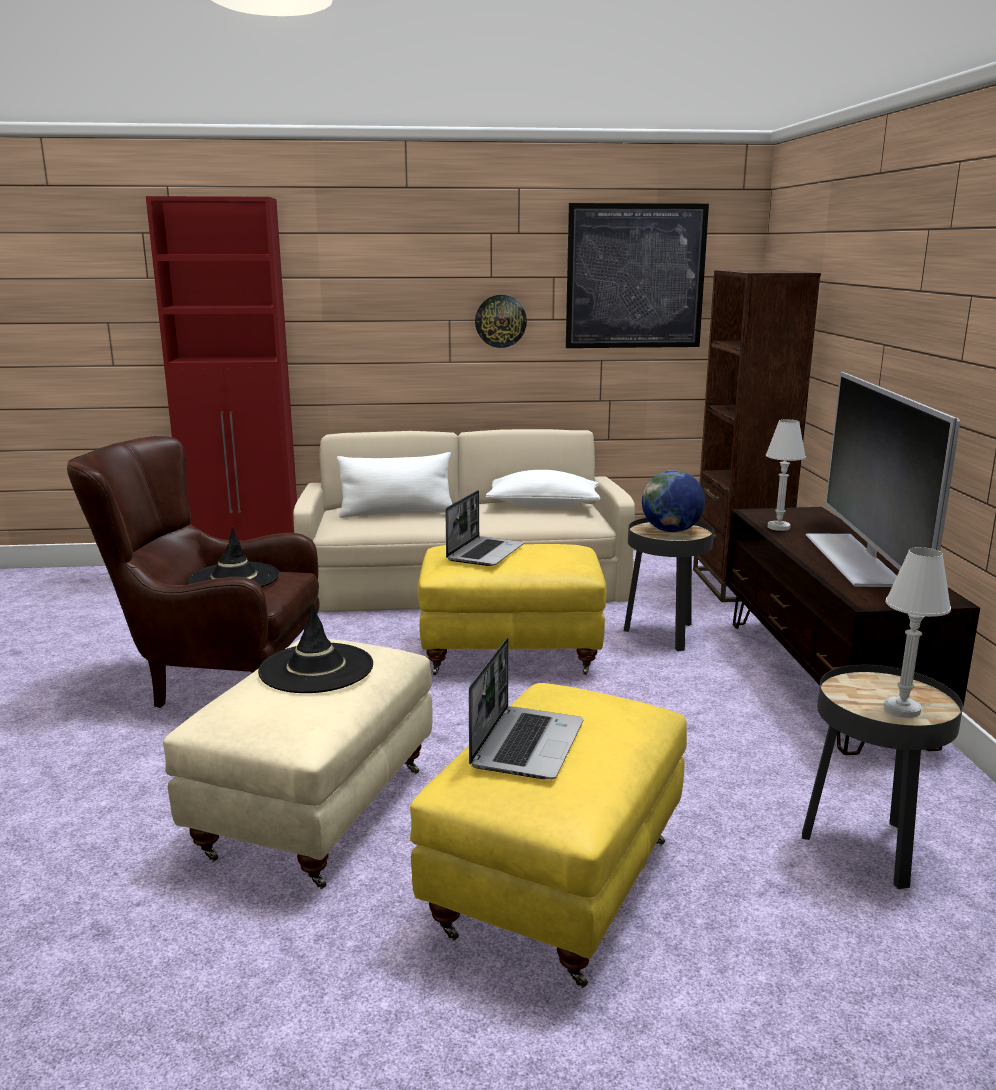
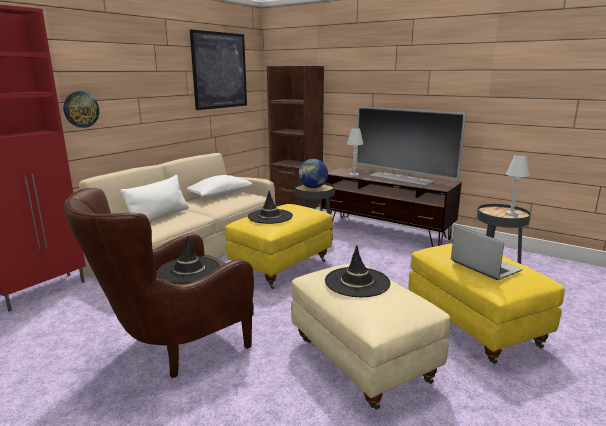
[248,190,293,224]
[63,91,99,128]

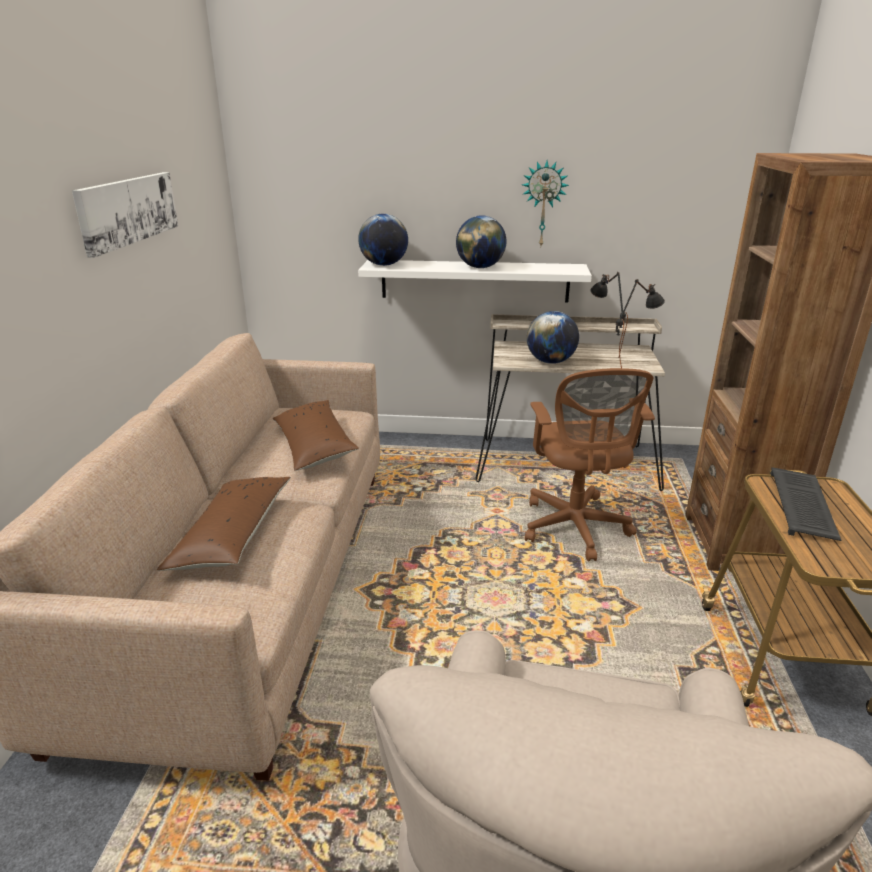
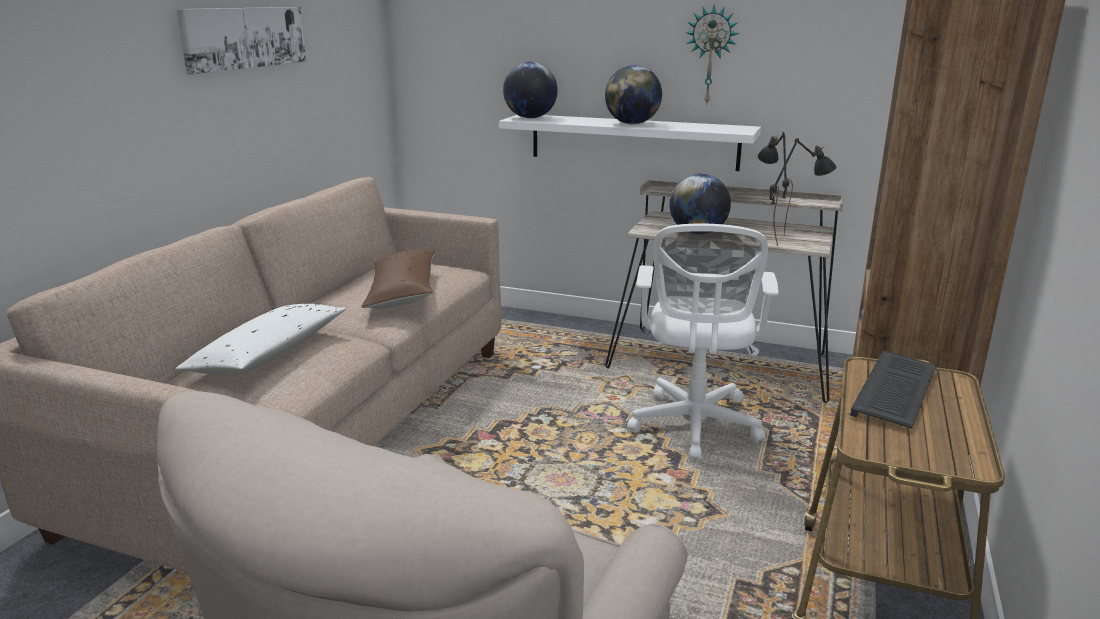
[175,304,346,374]
[627,223,779,461]

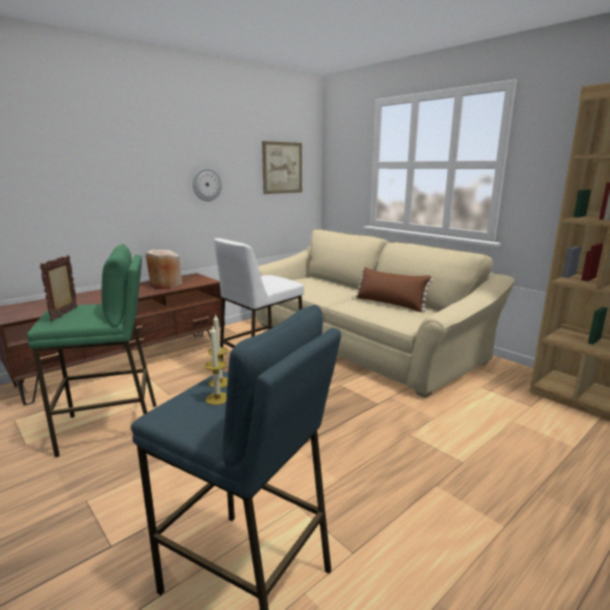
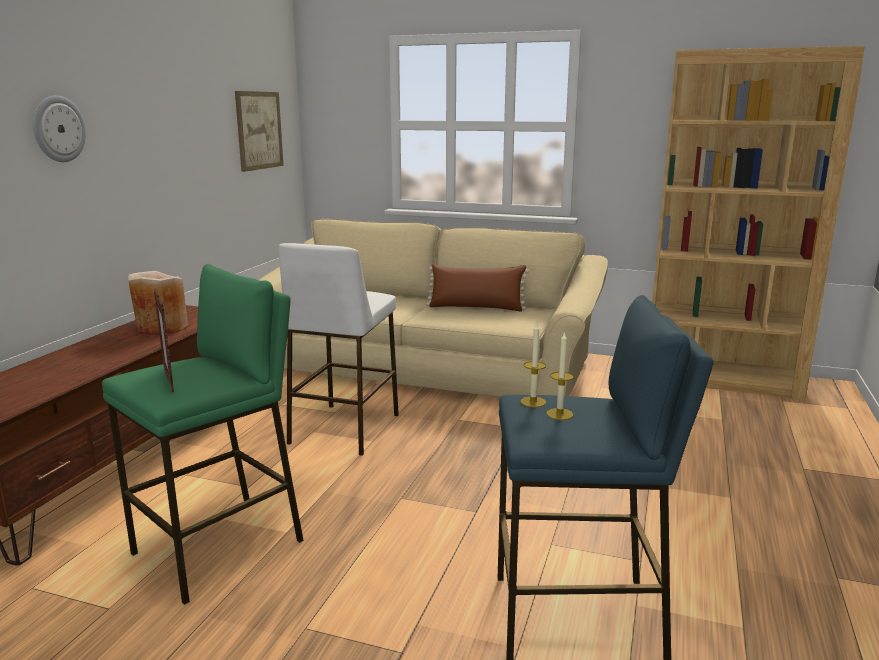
[33,95,86,162]

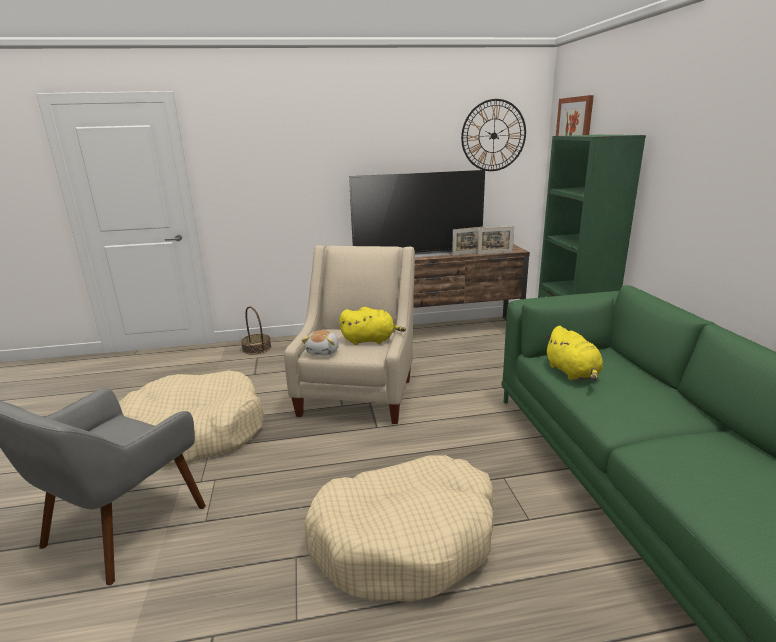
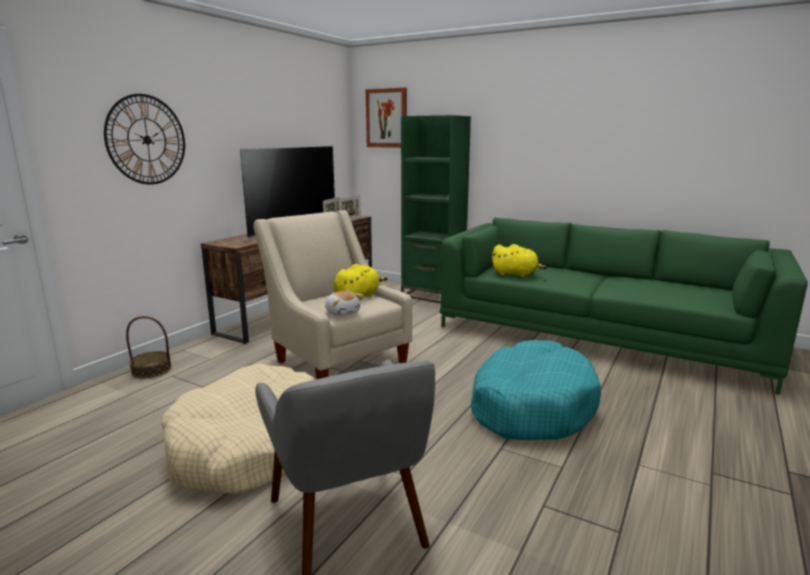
[471,340,601,440]
[104,94,185,185]

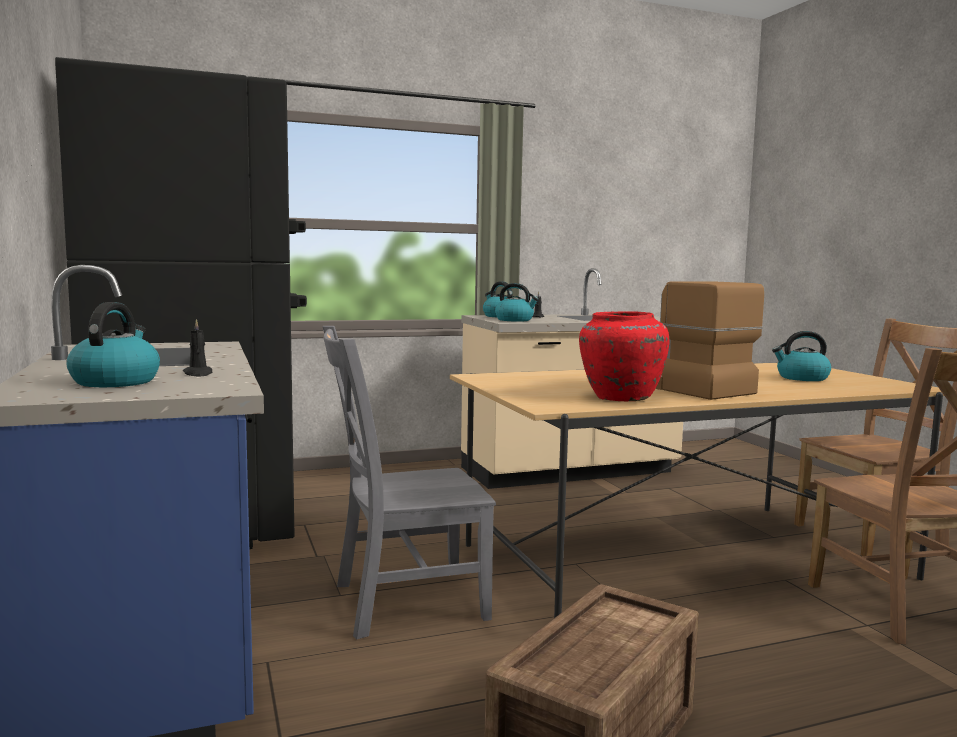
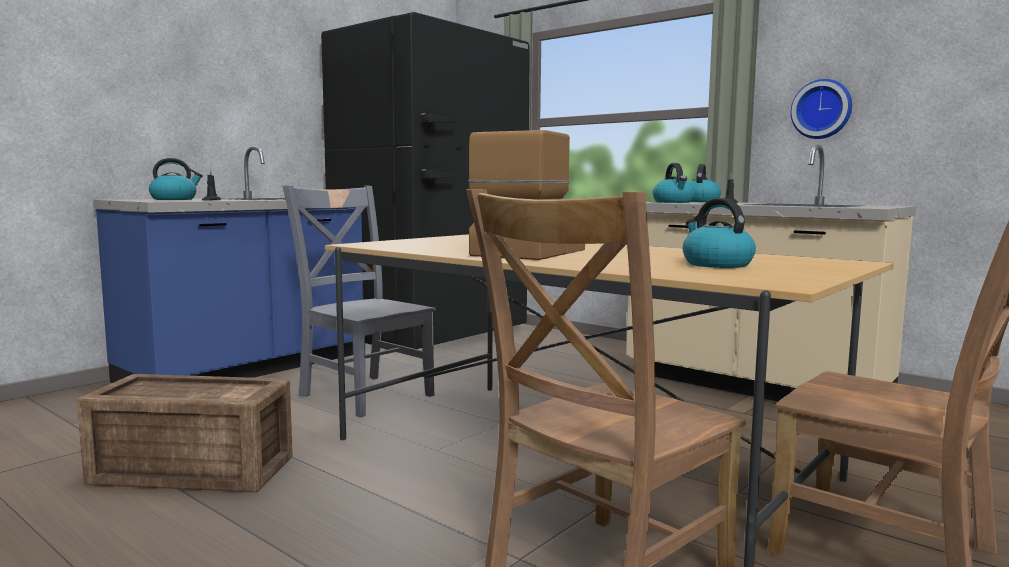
[579,311,670,401] (first image)
[790,79,852,139]

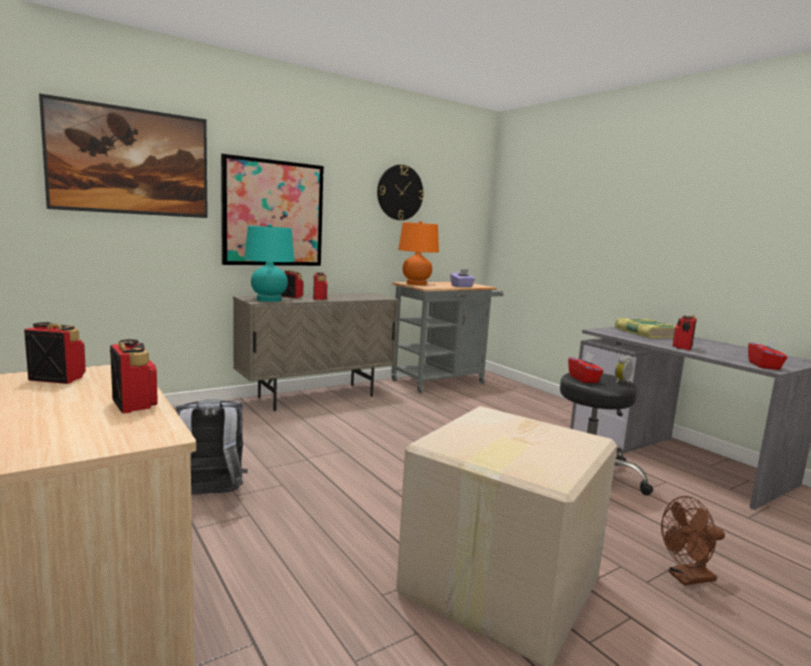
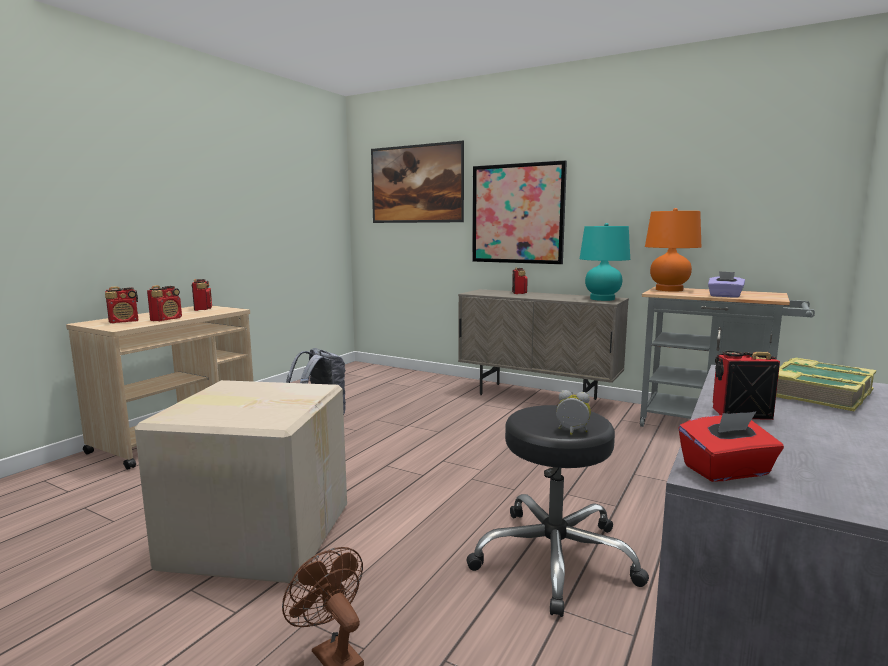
[580,223,630,301]
[105,286,139,323]
[377,165,424,220] (first image)
[568,352,604,383] (first image)

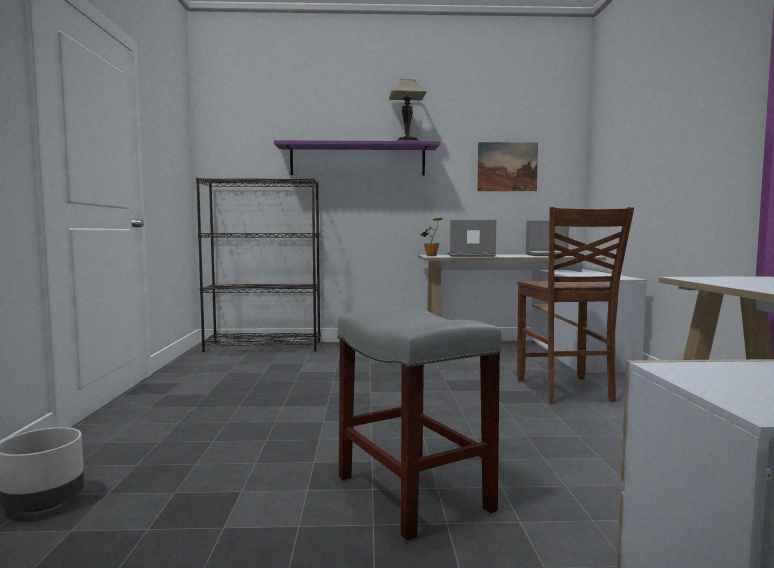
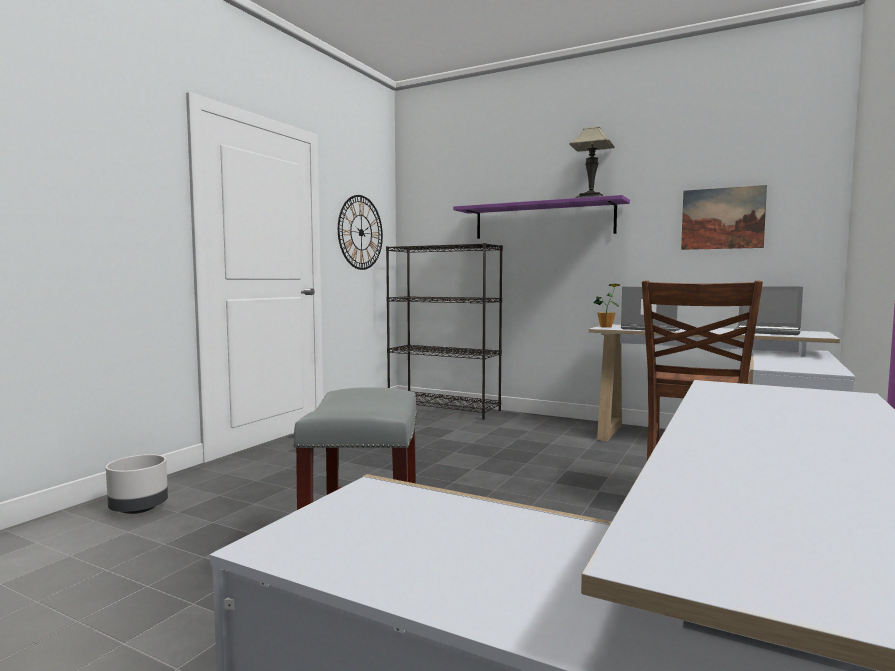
[338,195,383,270]

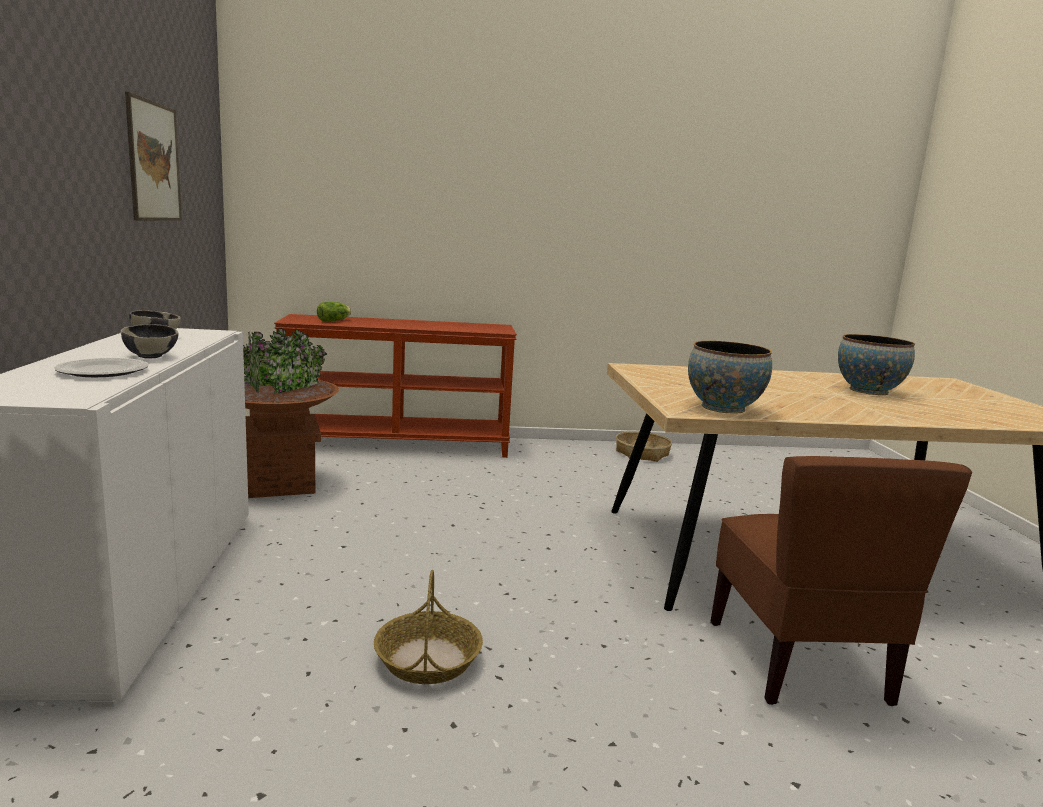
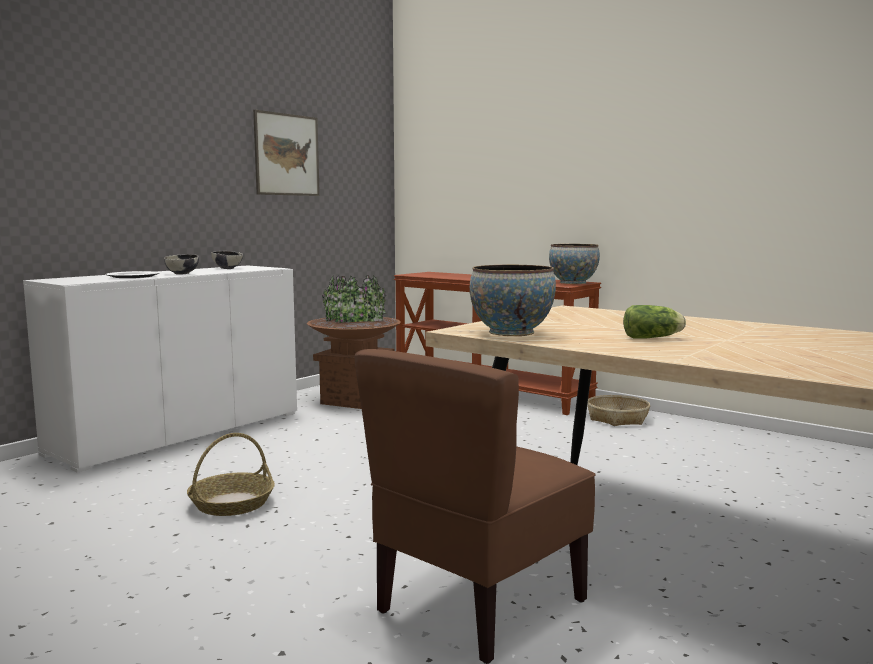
[623,305,686,339]
[588,395,650,426]
[549,244,600,284]

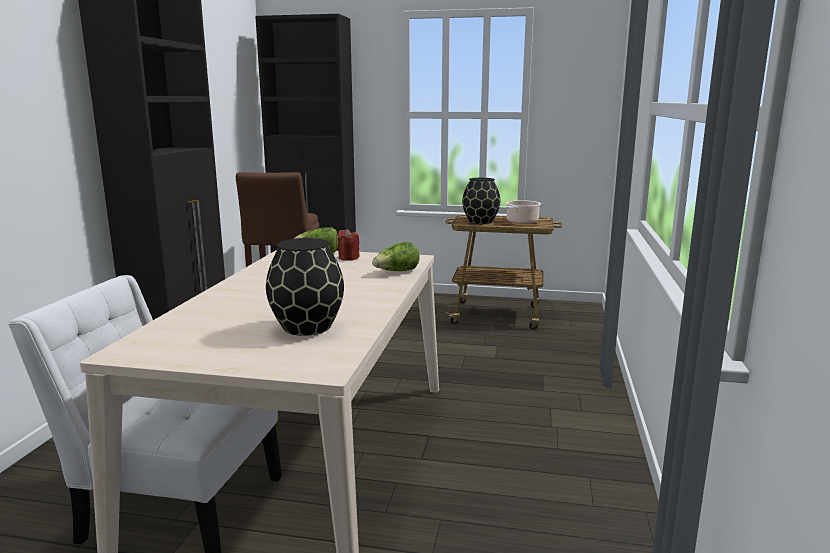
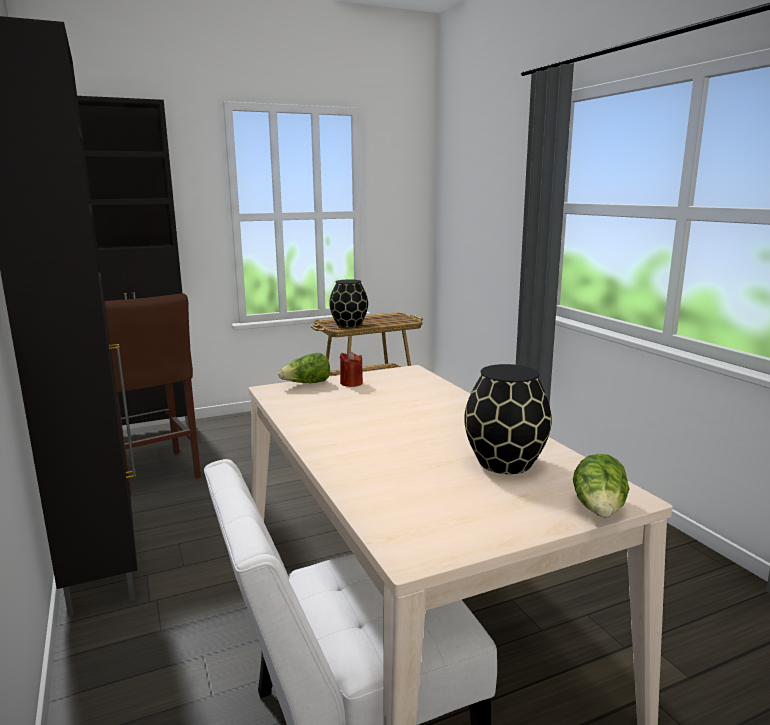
[573,454,629,517]
[506,200,541,224] (first image)

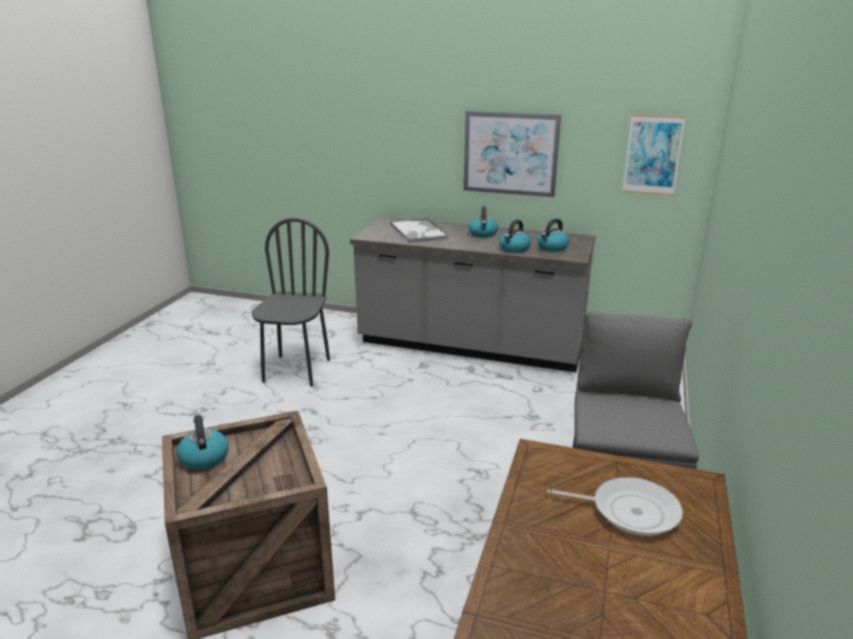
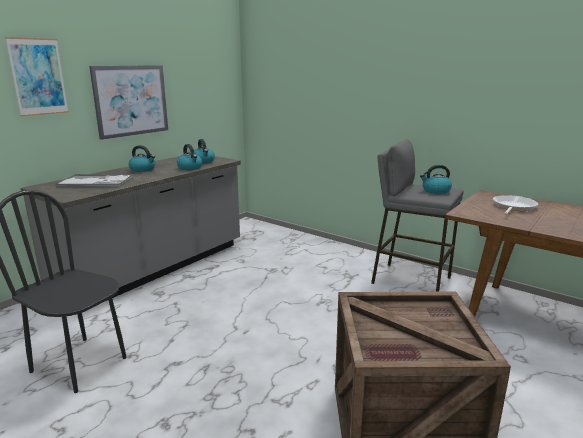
[420,165,452,194]
[5,37,69,117]

